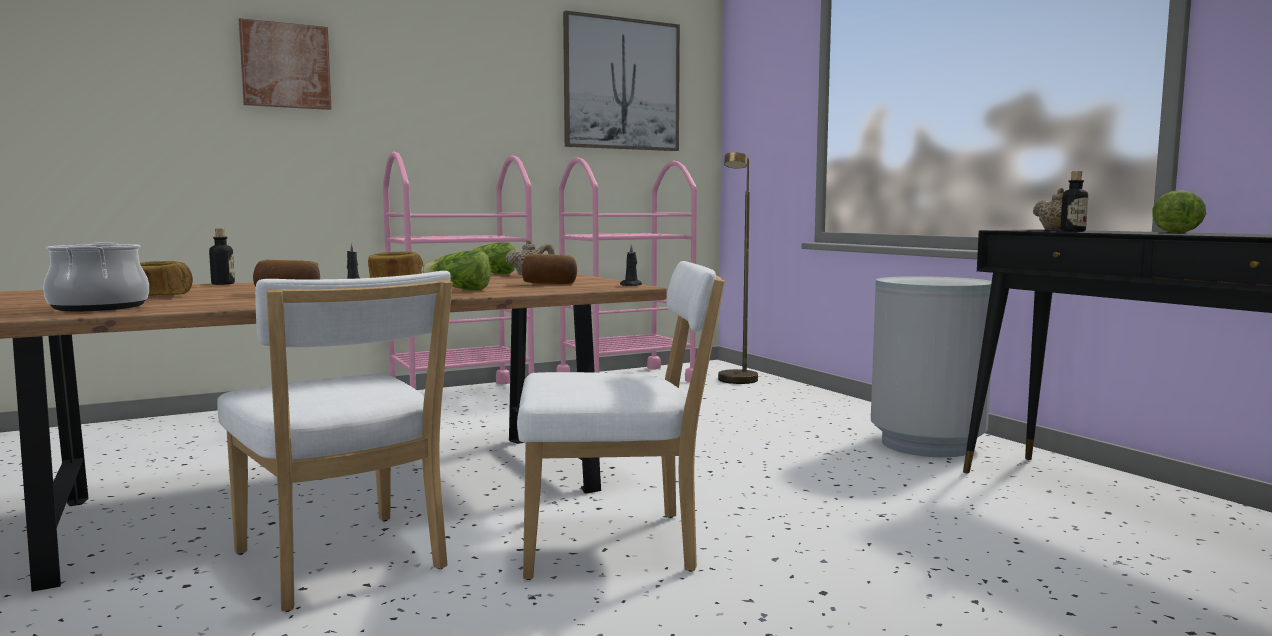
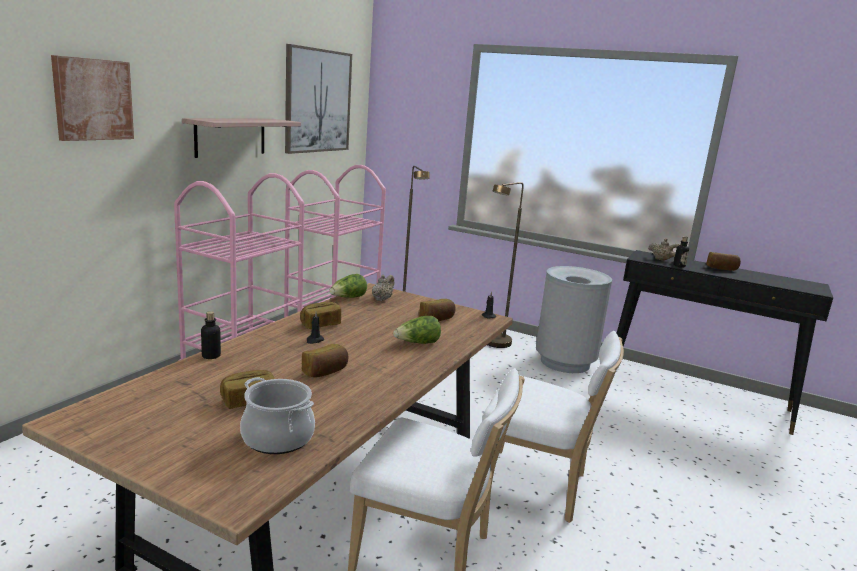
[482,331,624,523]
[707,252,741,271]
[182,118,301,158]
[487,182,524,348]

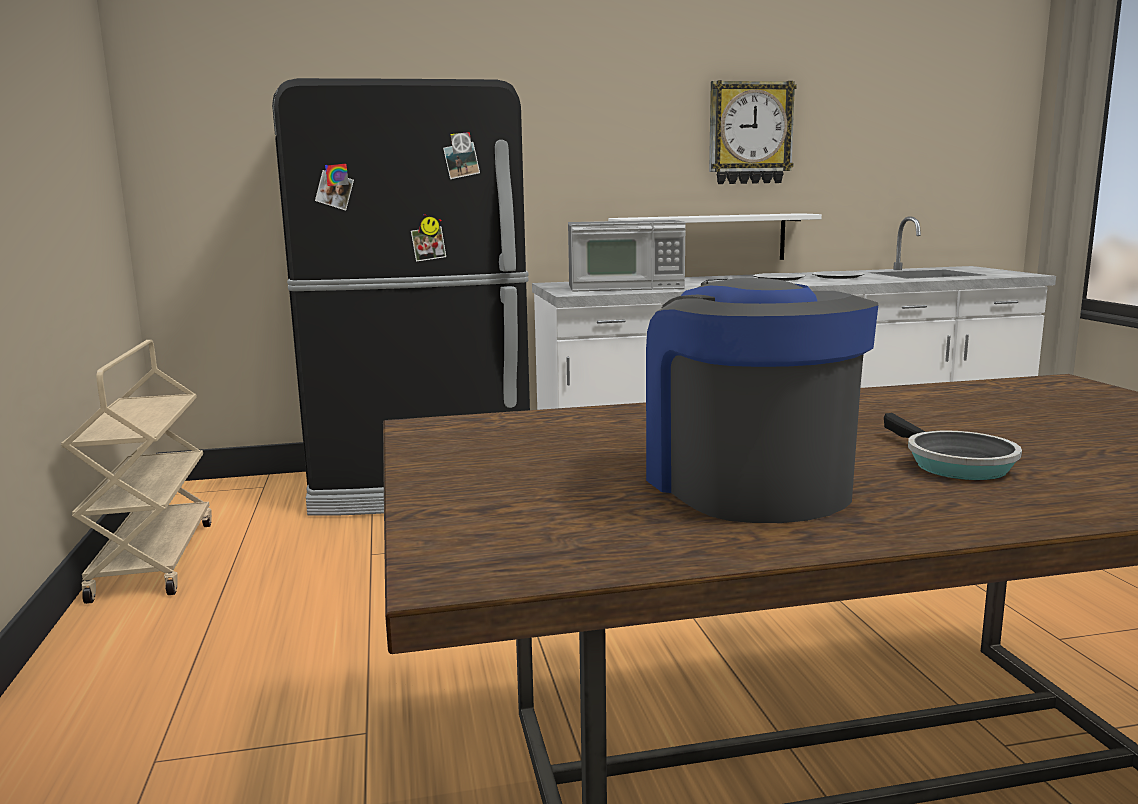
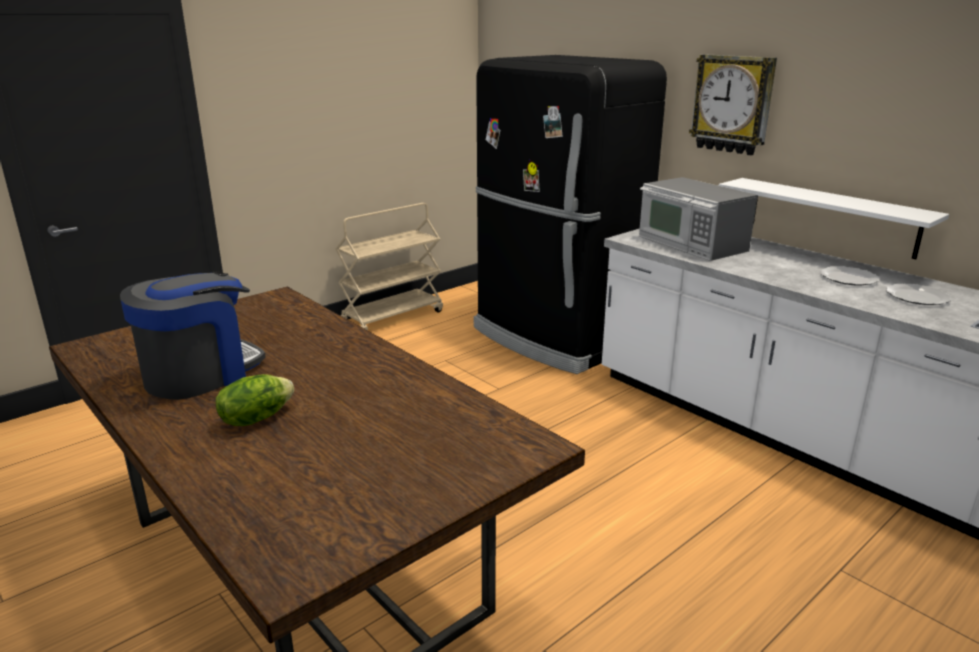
[689,54,777,155]
[216,374,294,426]

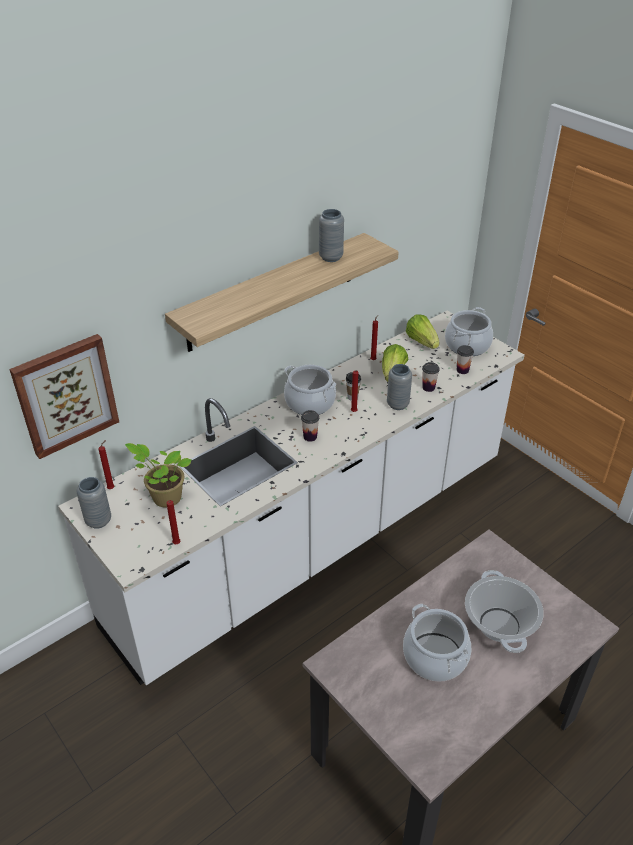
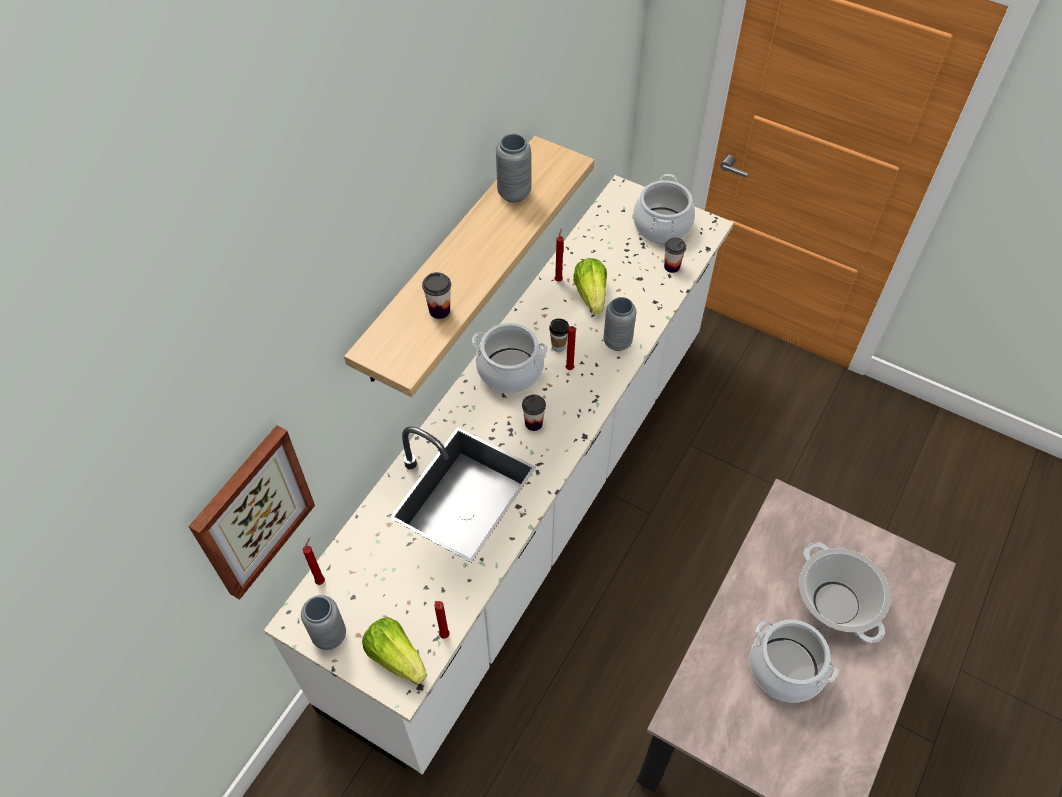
[125,443,192,508] (first image)
[362,617,427,685]
[422,272,451,319]

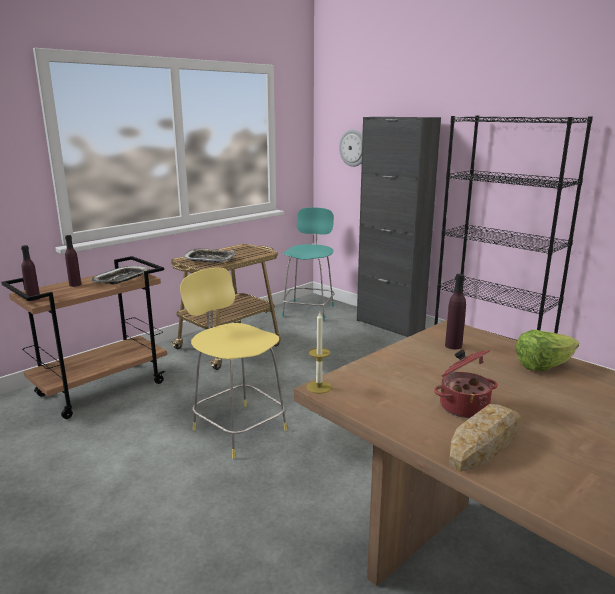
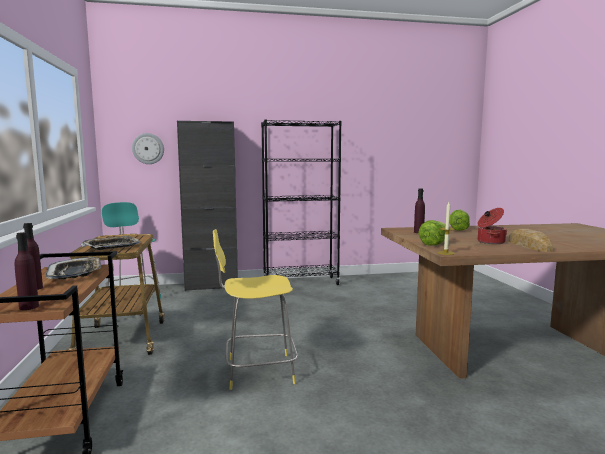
[418,220,446,246]

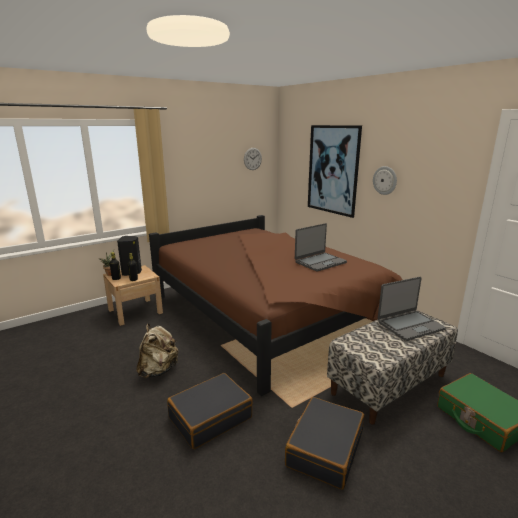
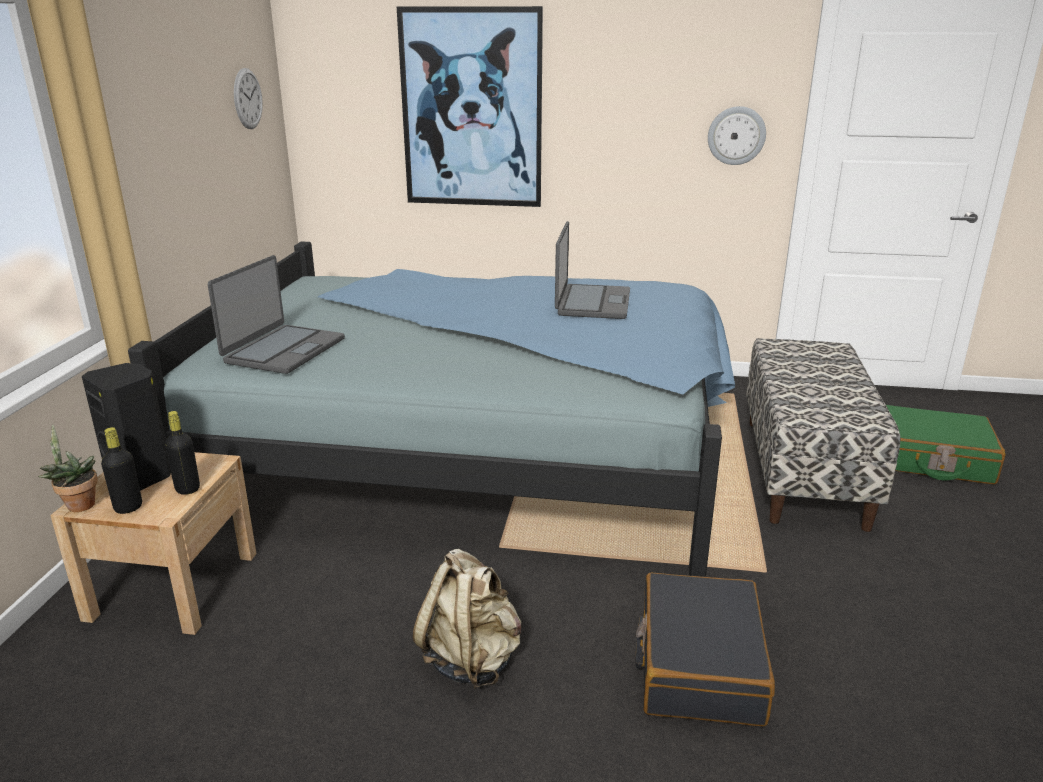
[128,242,735,577]
[285,397,364,490] (first image)
[708,106,766,165]
[208,255,345,374]

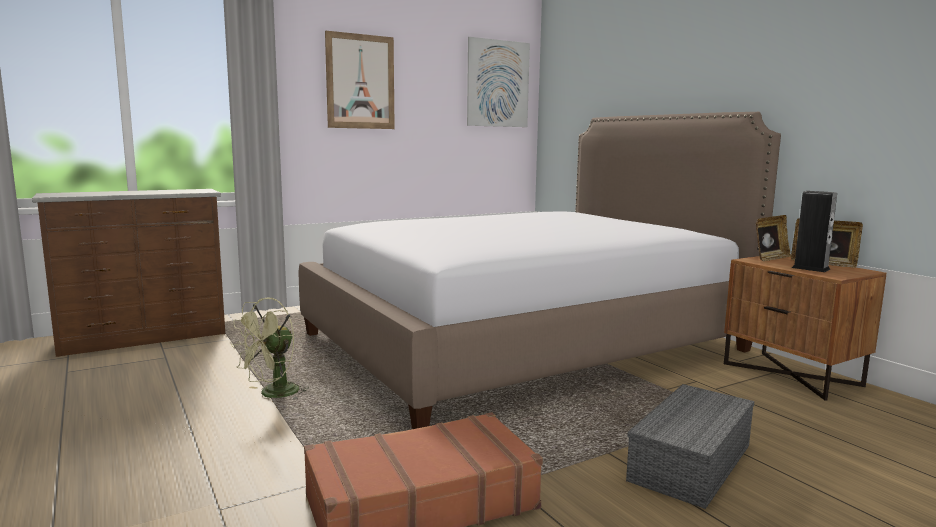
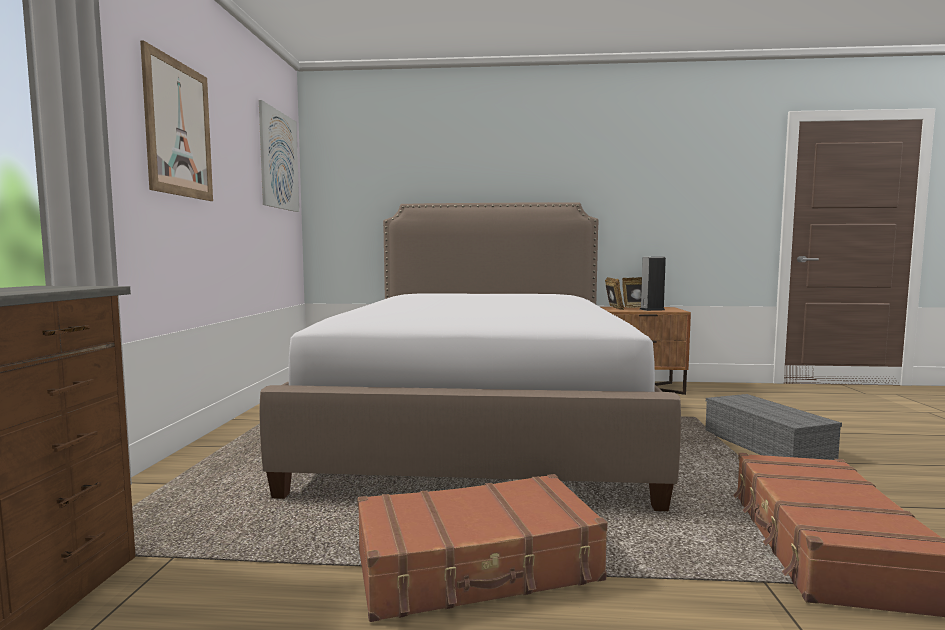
[358,474,608,622]

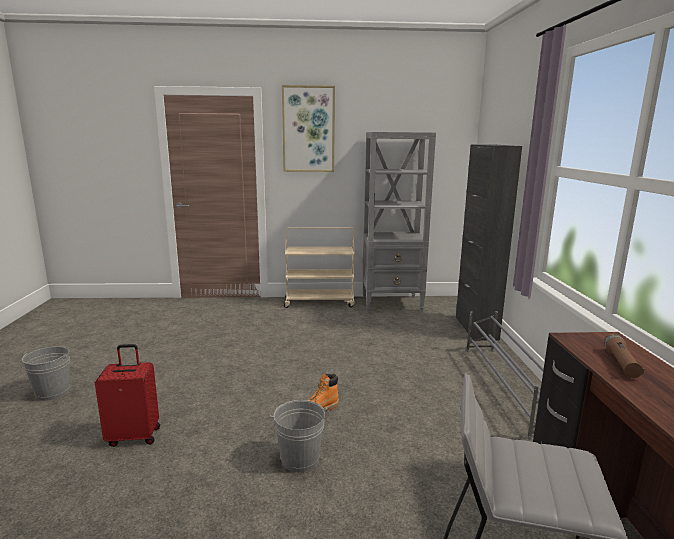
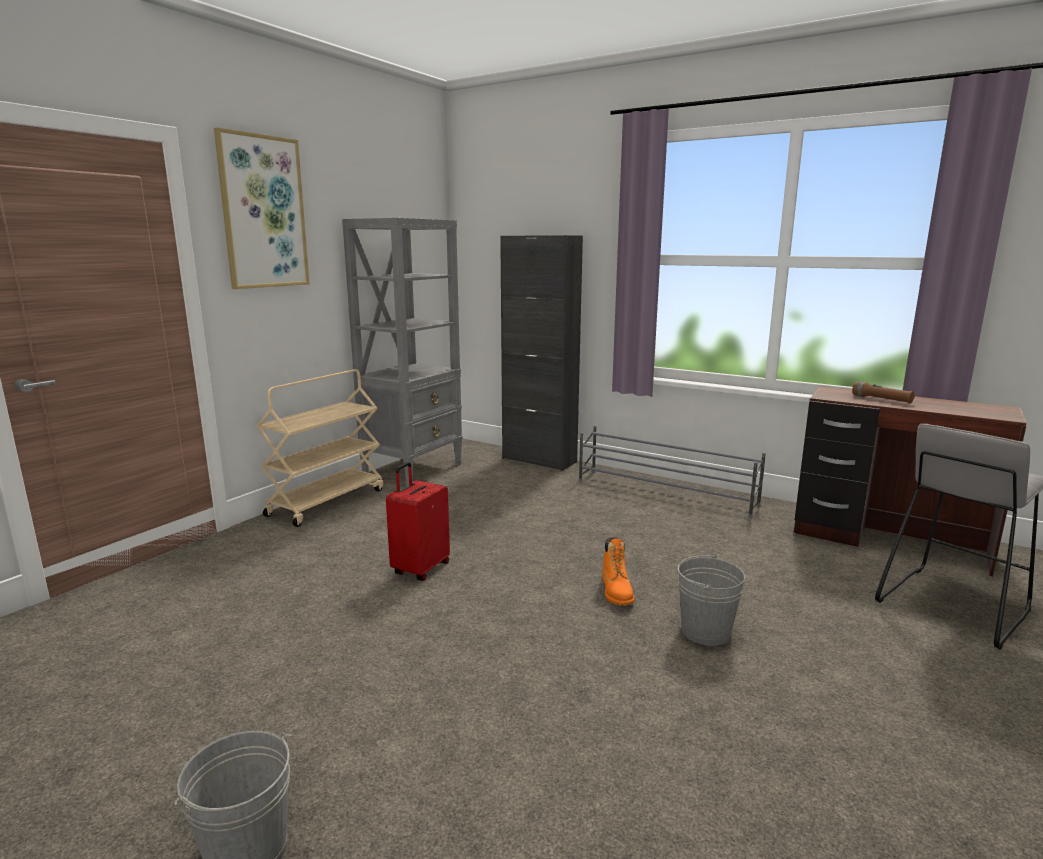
[386,462,450,581]

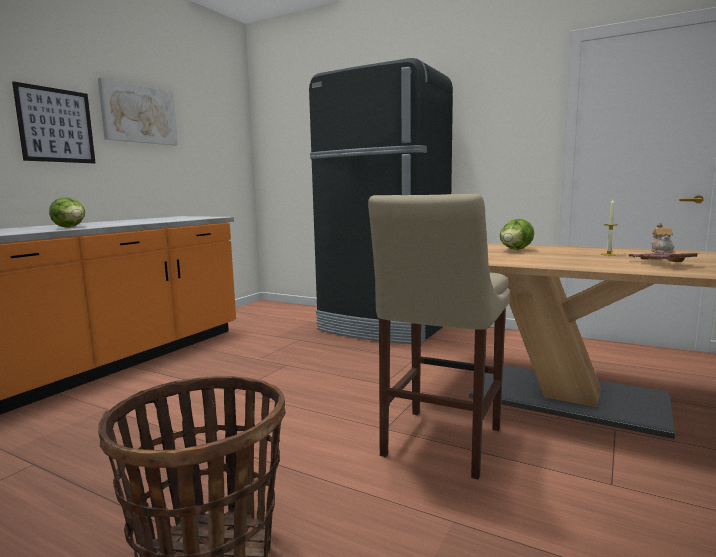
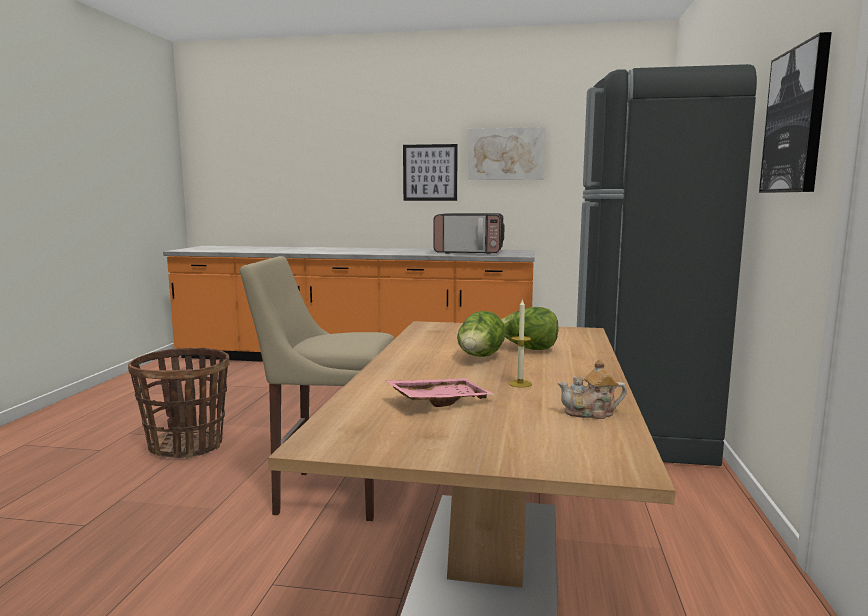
[457,311,506,357]
[434,213,504,254]
[759,32,832,193]

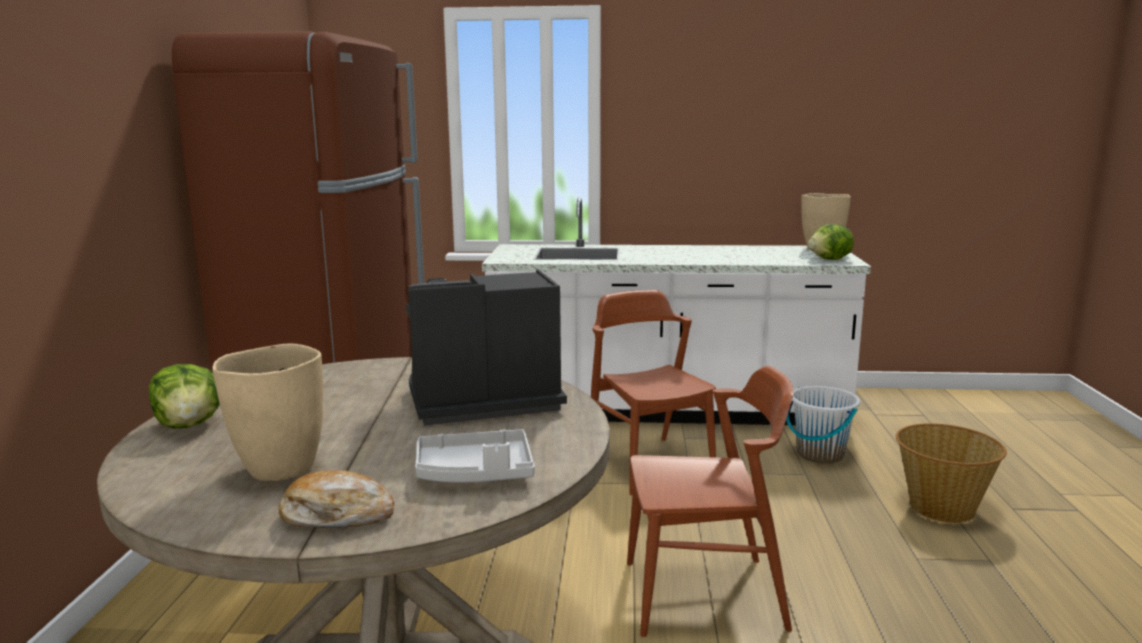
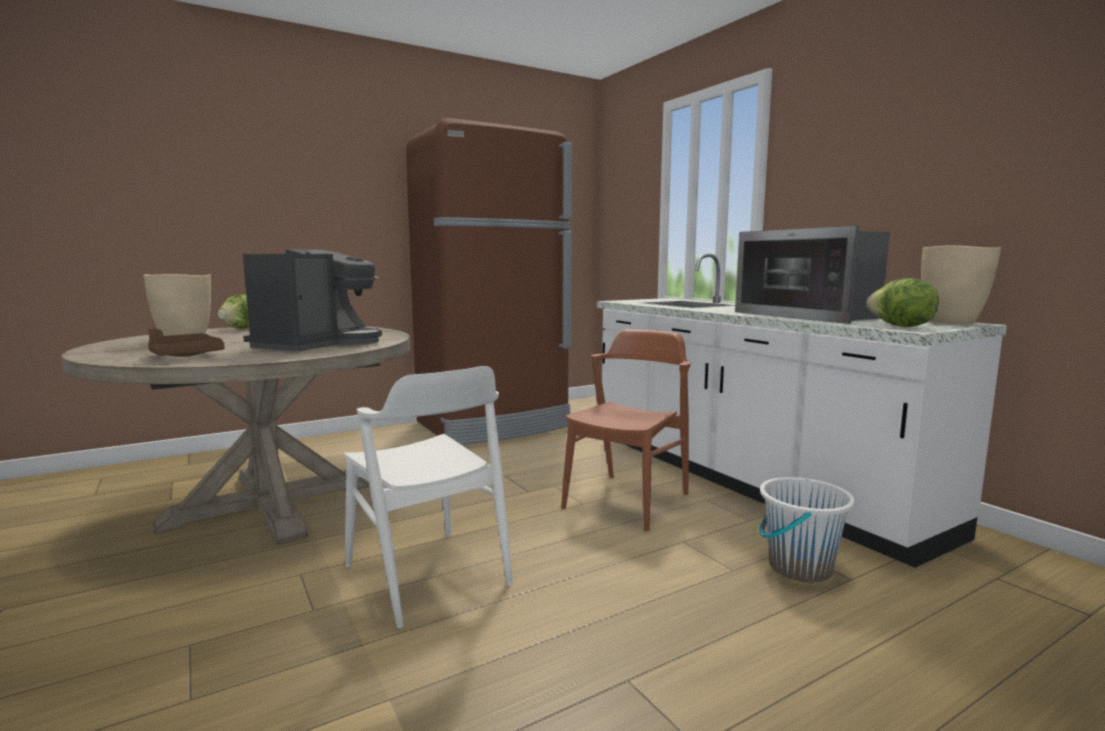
[279,470,394,528] (first image)
[243,249,382,352]
[148,328,224,357]
[344,366,513,628]
[896,423,1007,523] (first image)
[735,226,890,324]

